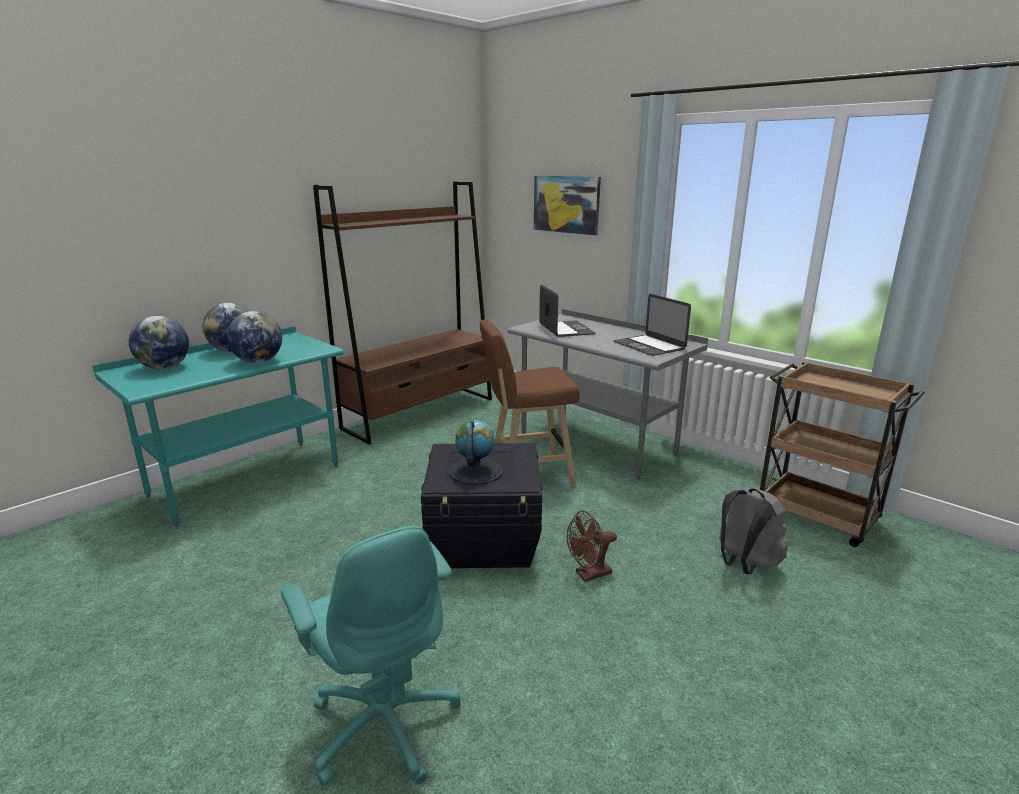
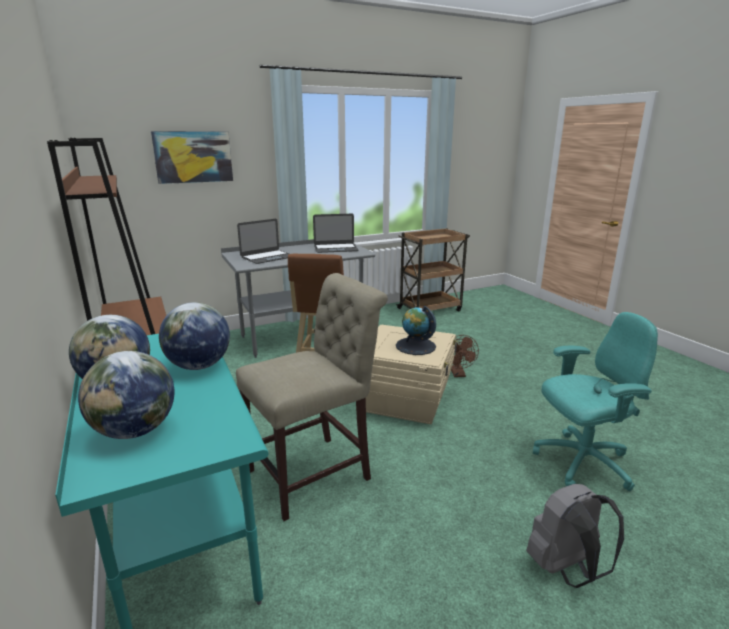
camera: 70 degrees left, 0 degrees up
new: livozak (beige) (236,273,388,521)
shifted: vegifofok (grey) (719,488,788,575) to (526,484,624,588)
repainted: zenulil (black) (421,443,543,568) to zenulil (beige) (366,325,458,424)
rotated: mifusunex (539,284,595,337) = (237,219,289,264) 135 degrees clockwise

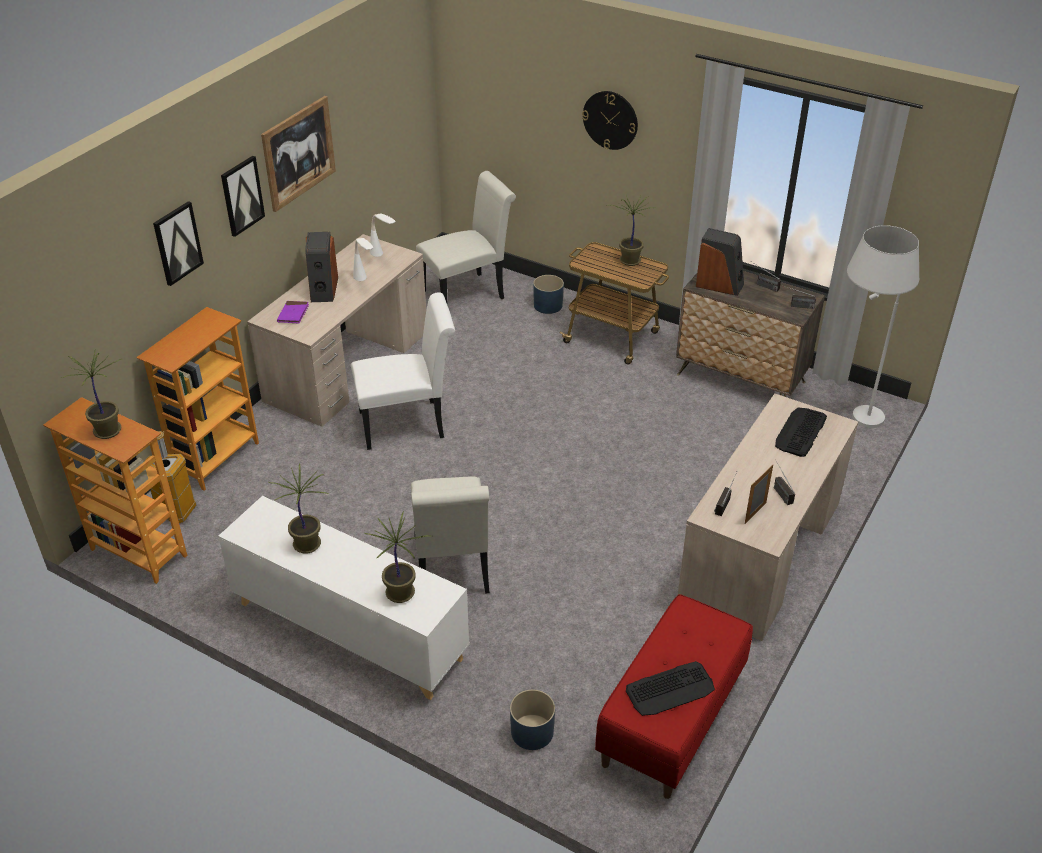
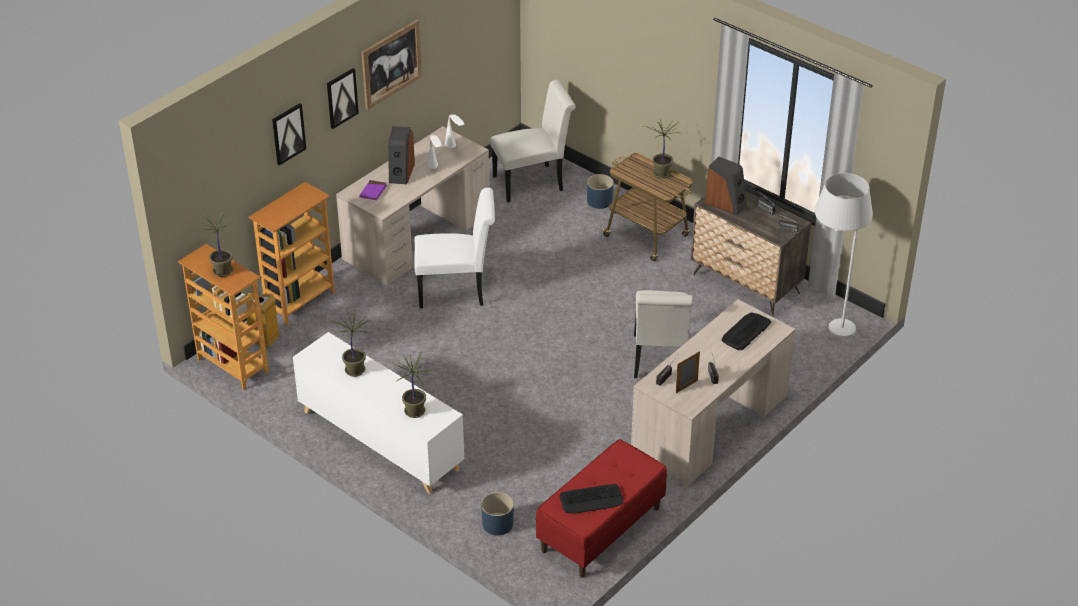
camera: 10 degrees right, 0 degrees up
gone: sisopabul (582,91,638,150)
shifted: livozak (white) (411,477,490,594) to (634,290,693,378)

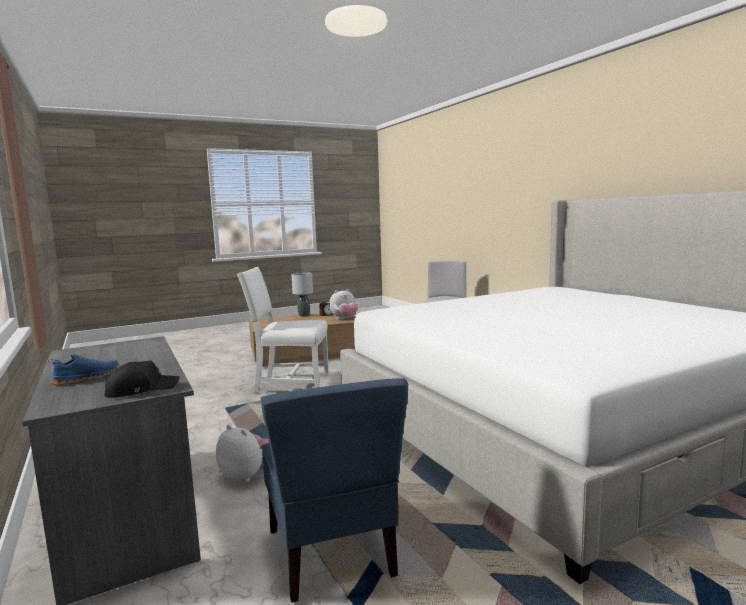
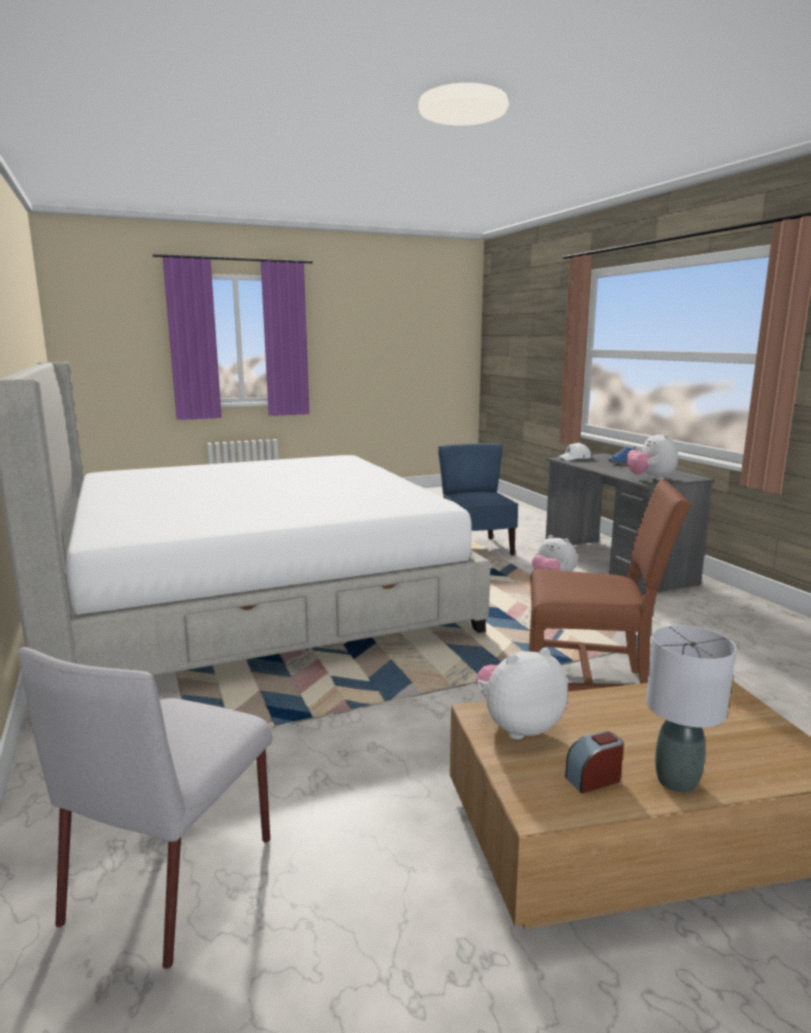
camera: 175 degrees left, 5 degrees up
new: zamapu (626,432,678,480)
repainted: livozak (white) (237,267,329,394) to livozak (brown) (529,479,691,691); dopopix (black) (104,361,180,398) to dopopix (white) (558,443,591,461)

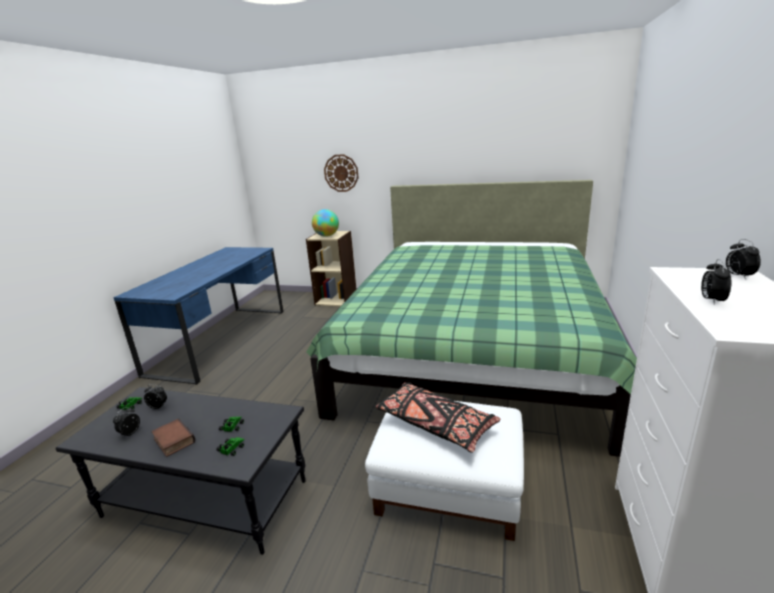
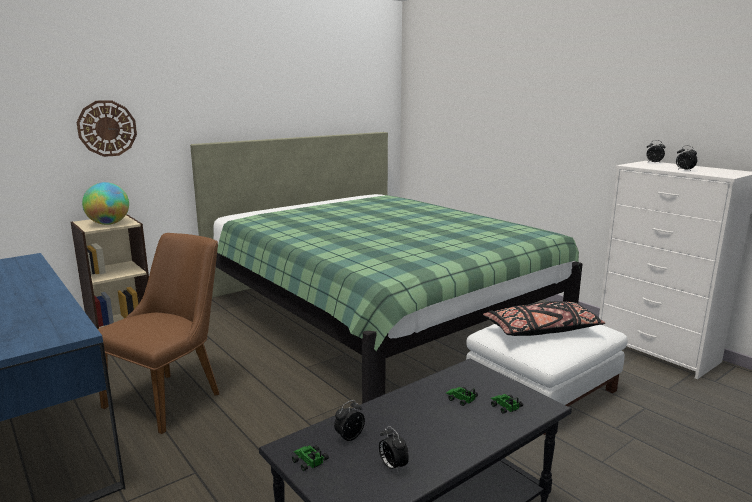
camera: 55 degrees left, 5 degrees down
gone: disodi (151,418,195,457)
new: livozak (brown) (98,233,219,434)

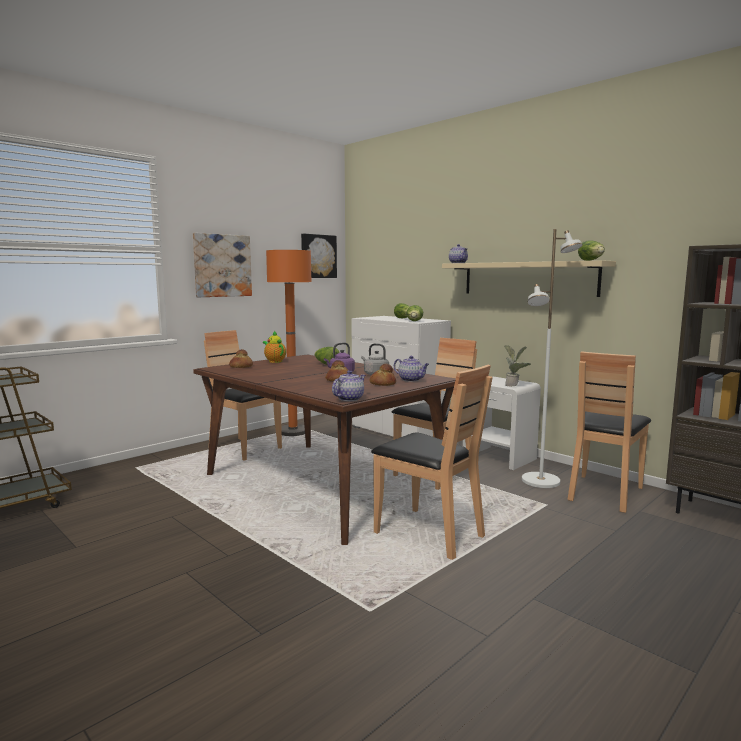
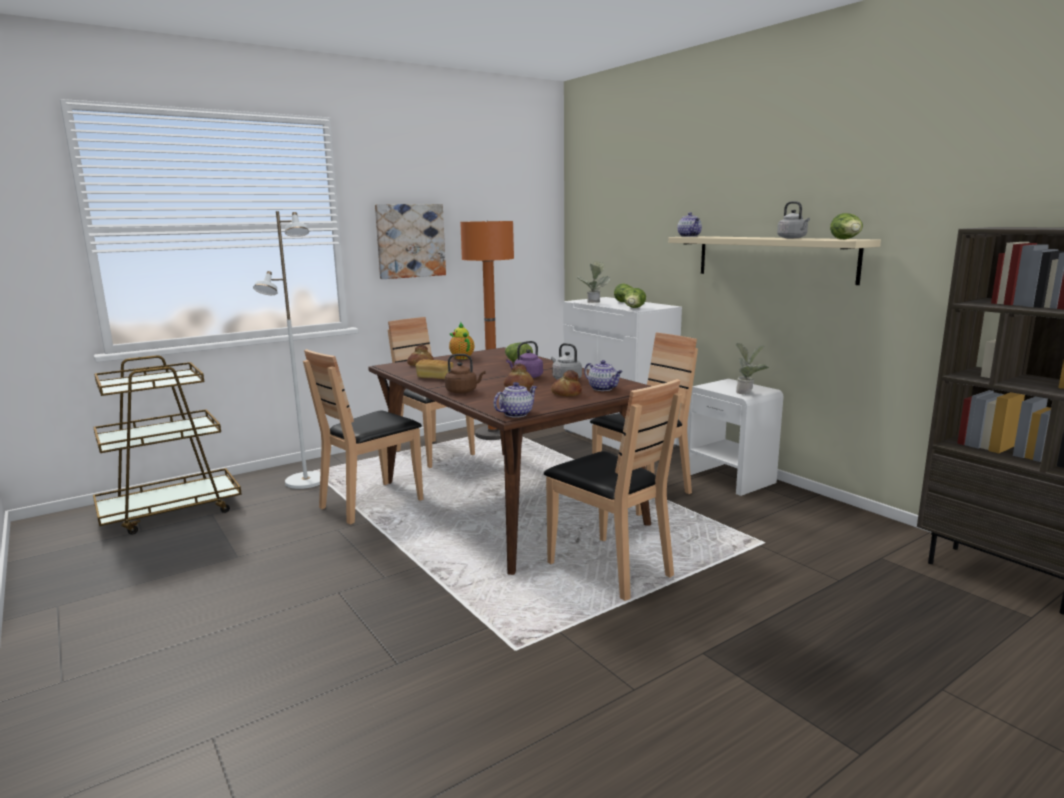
camera: 10 degrees right, 5 degrees up
gone: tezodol (301,234,337,278)
new: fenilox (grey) (777,201,810,238); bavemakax (577,261,610,303); fenilox (brown) (445,354,485,394); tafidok (416,359,453,379)
shifted: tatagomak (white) (522,229,583,488) to (253,211,320,489); livozak (brown) (567,351,651,513) to (303,349,423,525)

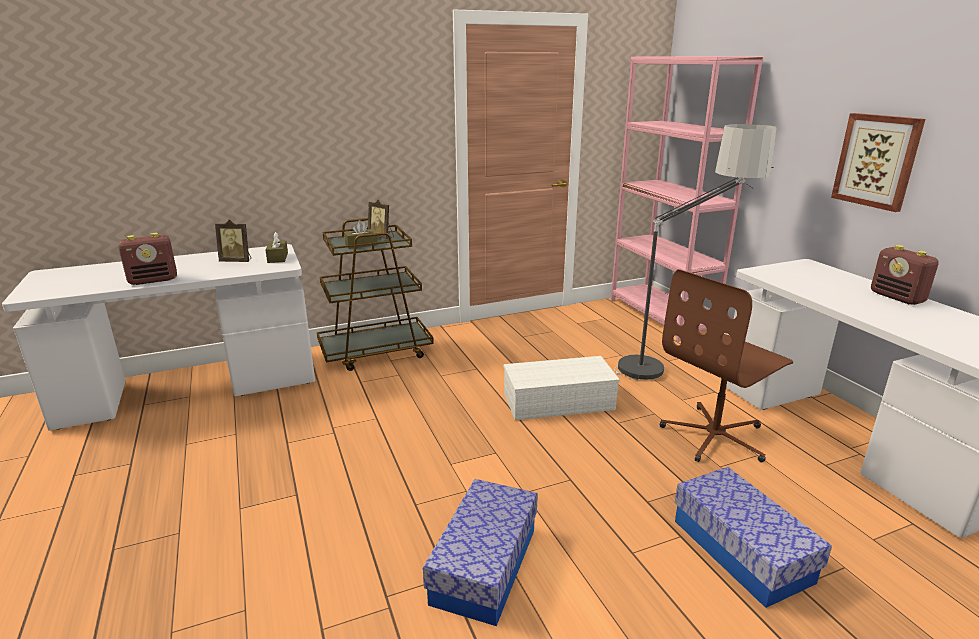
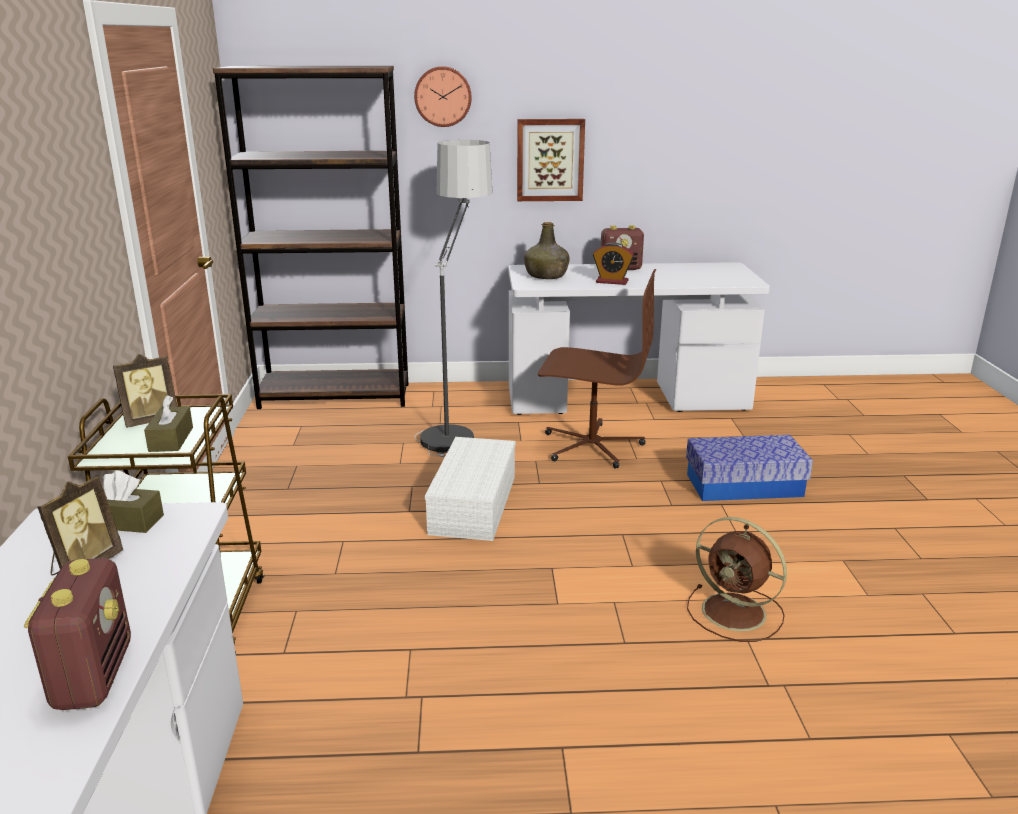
camera: 70 degrees left, 0 degrees up
new: sisopabul (414,66,472,127); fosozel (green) (524,222,570,279); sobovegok (593,242,634,285)
swapped: zenulil (423,479,538,626) to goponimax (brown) (687,517,787,642)
repainted: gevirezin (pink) (611,56,764,342) to gevirezin (brown) (213,66,408,409)
rotated: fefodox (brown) (660,269,794,462) = (538,269,656,469) 60 degrees counterclockwise

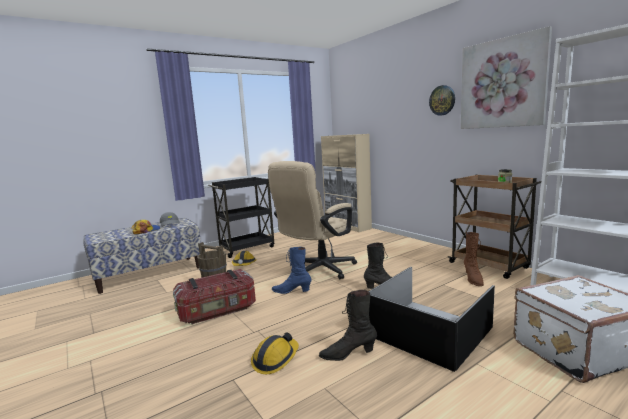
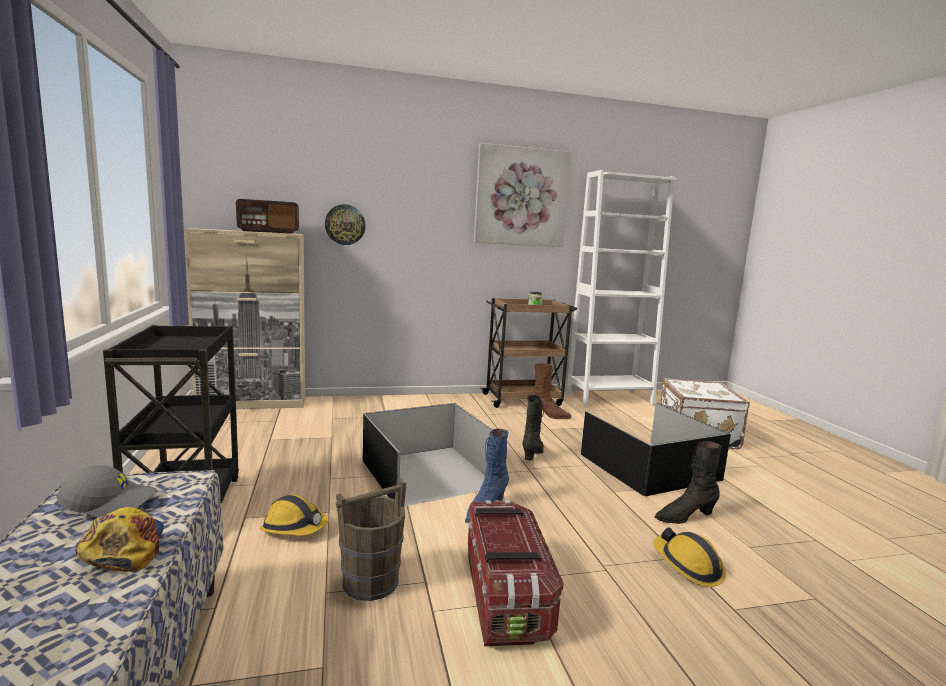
camera: 70 degrees left, 0 degrees up
new: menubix (236,199,299,234)
shifted: sisopabul (429,85,455,116) to (325,204,366,245)
swapped: fefodox (beige) (268,161,357,279) to zenulil (black) (363,403,493,506)
rotated: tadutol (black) (319,290,377,361) = (654,441,722,524) 60 degrees clockwise

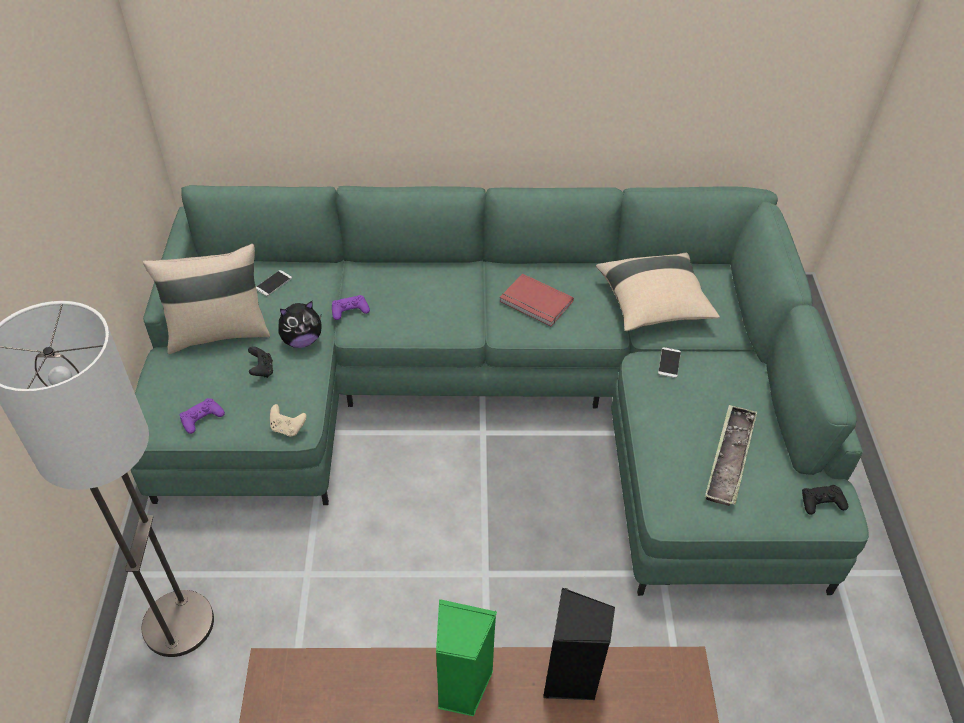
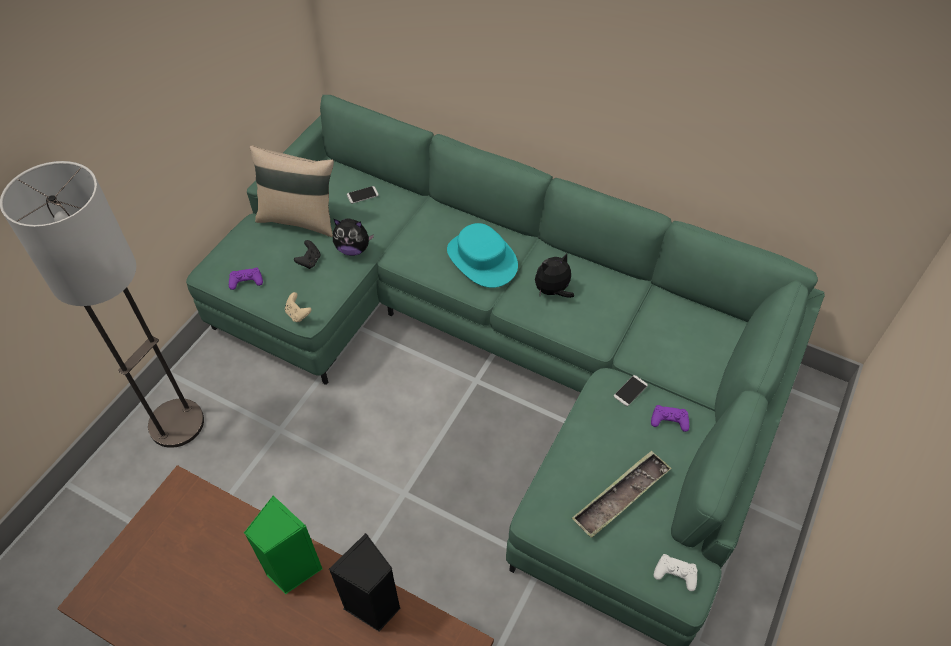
camera: 30 degrees right, 5 degrees up
gone: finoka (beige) (596,253,720,331)
new: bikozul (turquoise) (447,223,518,288)
shifted: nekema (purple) (332,295,370,320) to (651,405,689,432)
swapped: disodi (red) (500,274,574,326) to zamapu (535,253,574,298)
repainted: nekema (black) (802,485,848,514) to nekema (white) (654,554,697,591)

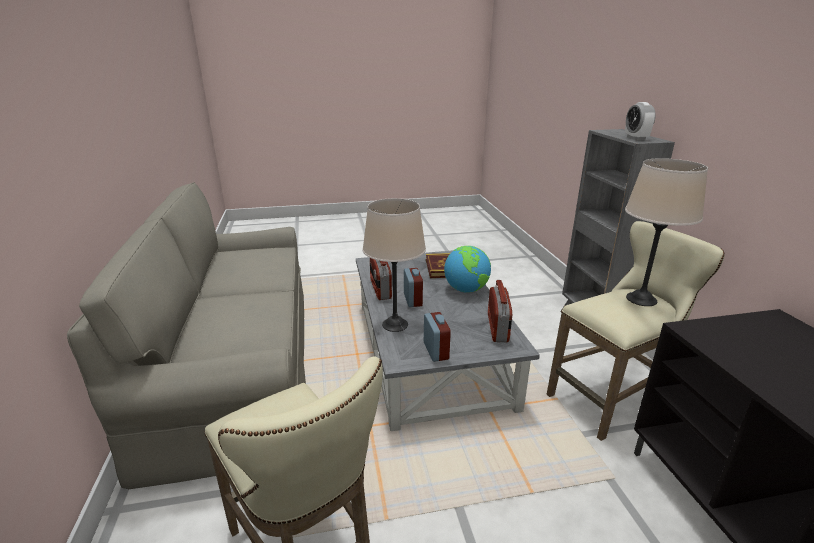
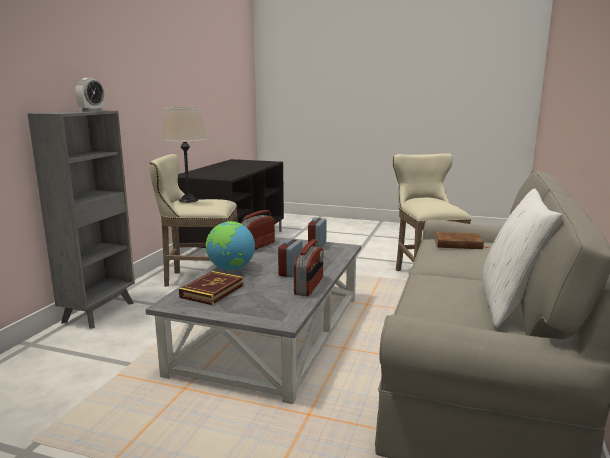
camera: 150 degrees left, 10 degrees down
gone: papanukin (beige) (362,198,426,332)
new: finoka (white) (482,189,562,328); disodi (brown) (434,232,490,249)

